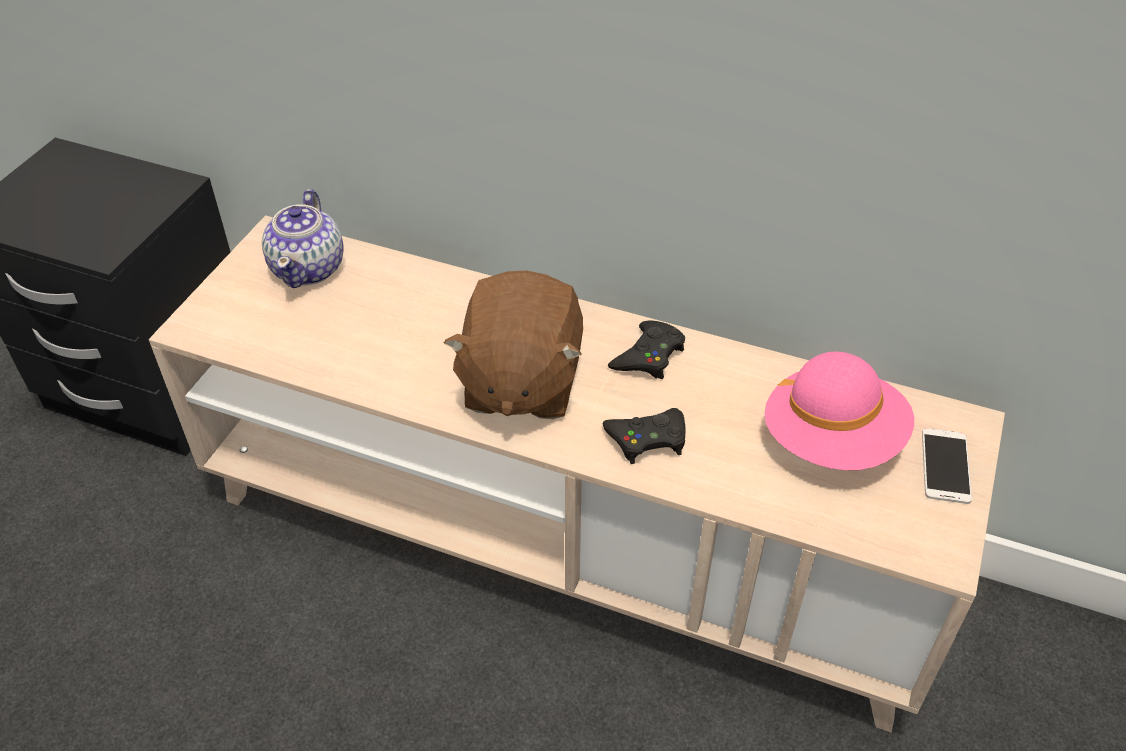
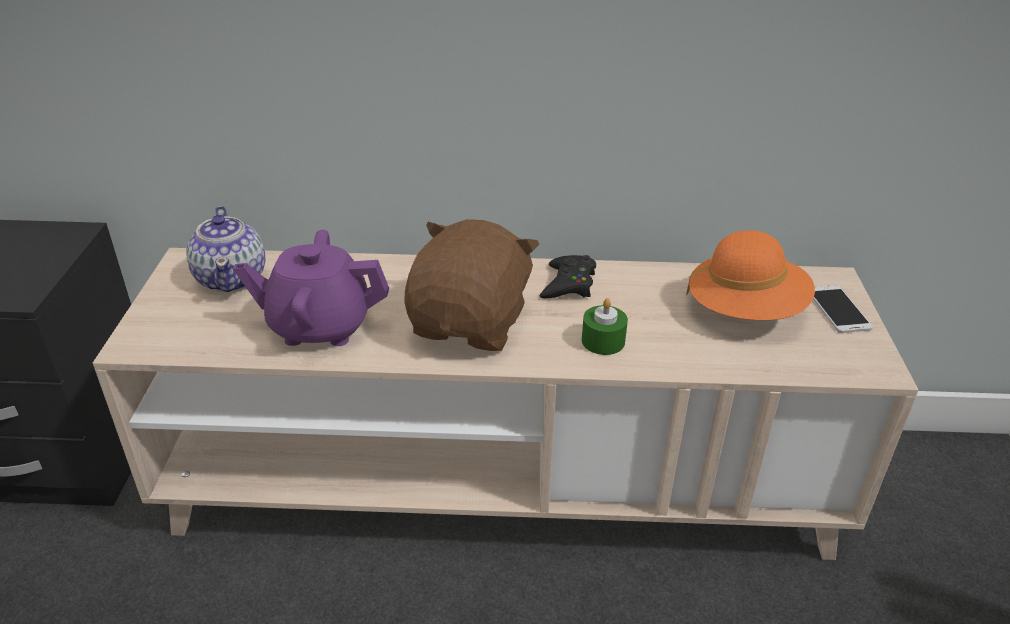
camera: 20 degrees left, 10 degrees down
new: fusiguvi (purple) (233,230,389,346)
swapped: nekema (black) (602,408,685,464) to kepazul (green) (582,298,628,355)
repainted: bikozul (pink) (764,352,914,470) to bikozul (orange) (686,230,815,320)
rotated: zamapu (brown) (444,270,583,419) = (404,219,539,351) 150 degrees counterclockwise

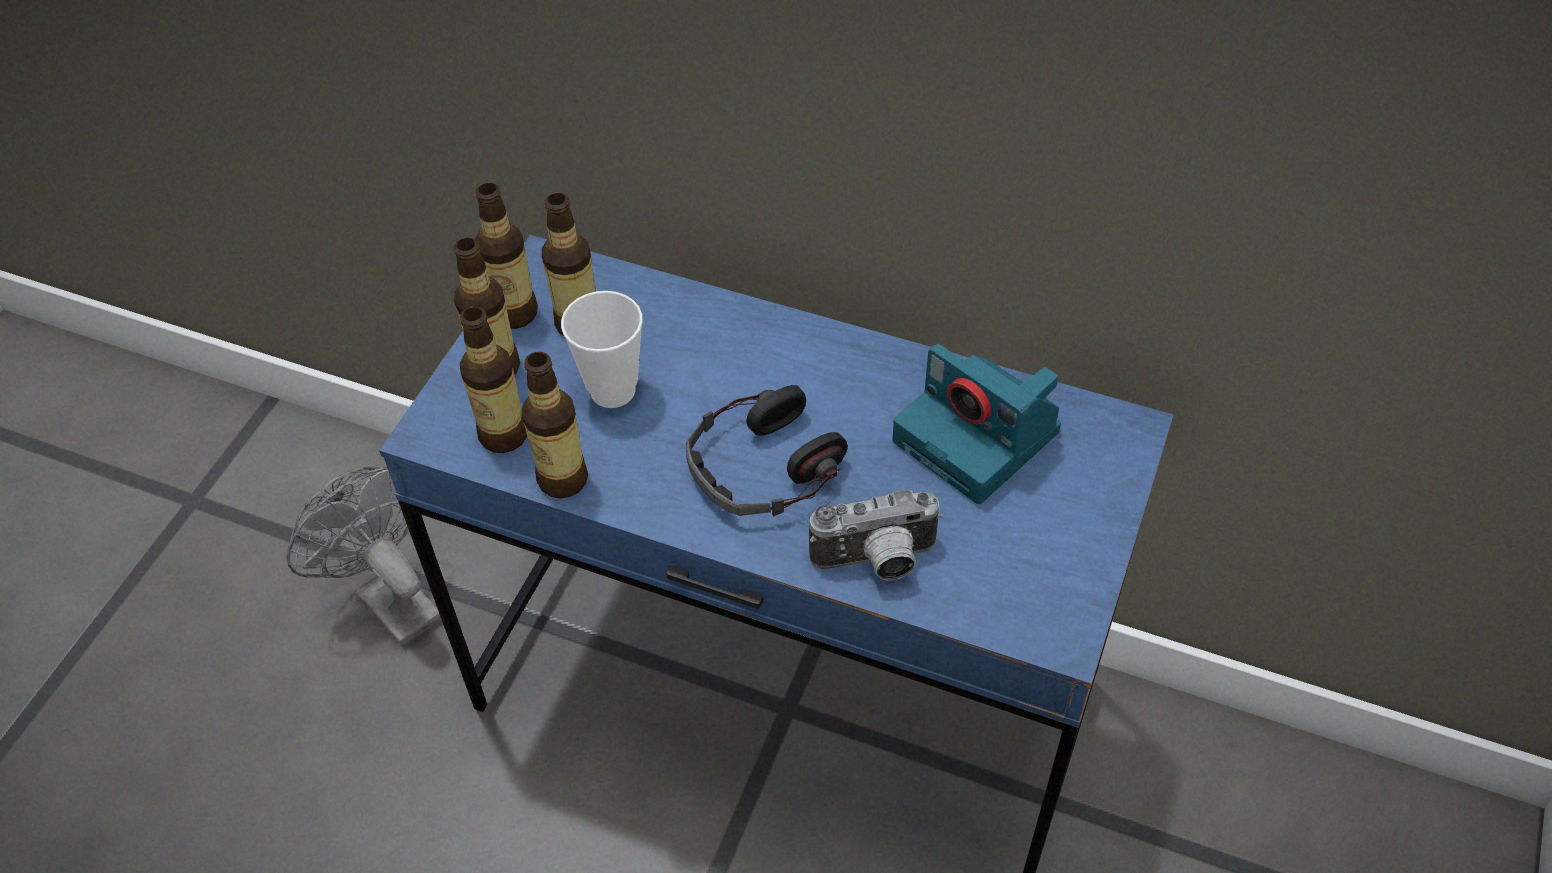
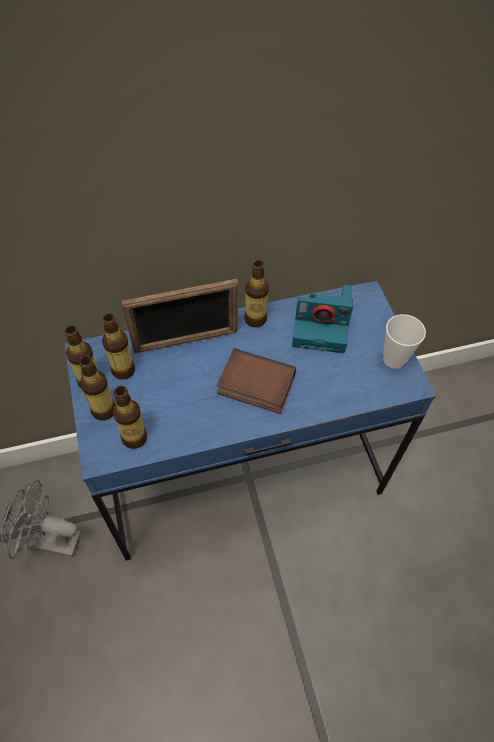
camera: 40 degrees left, 5 degrees up
gone: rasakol (809,490,942,580)
new: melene (122,279,238,353)
shifted: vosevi (561,291,643,408) to (383,314,426,369); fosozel (522,352,588,498) to (244,260,269,327)
swapped: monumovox (686,385,848,517) to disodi (217,348,296,414)

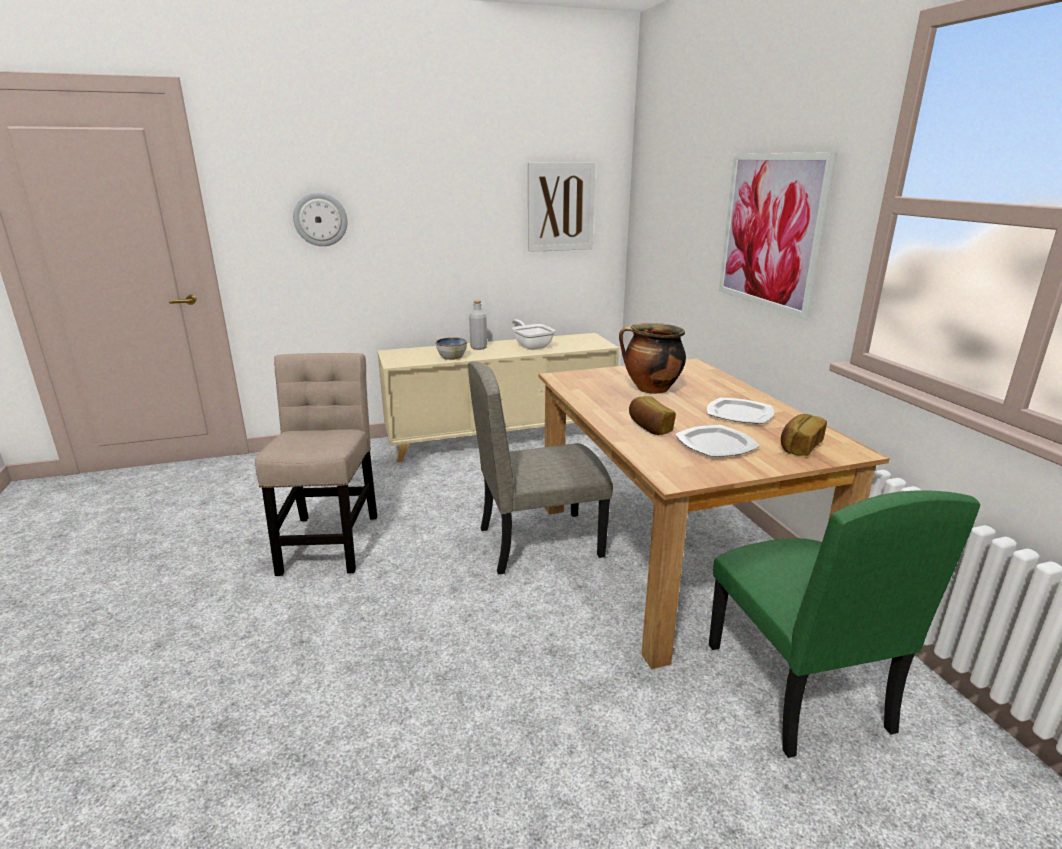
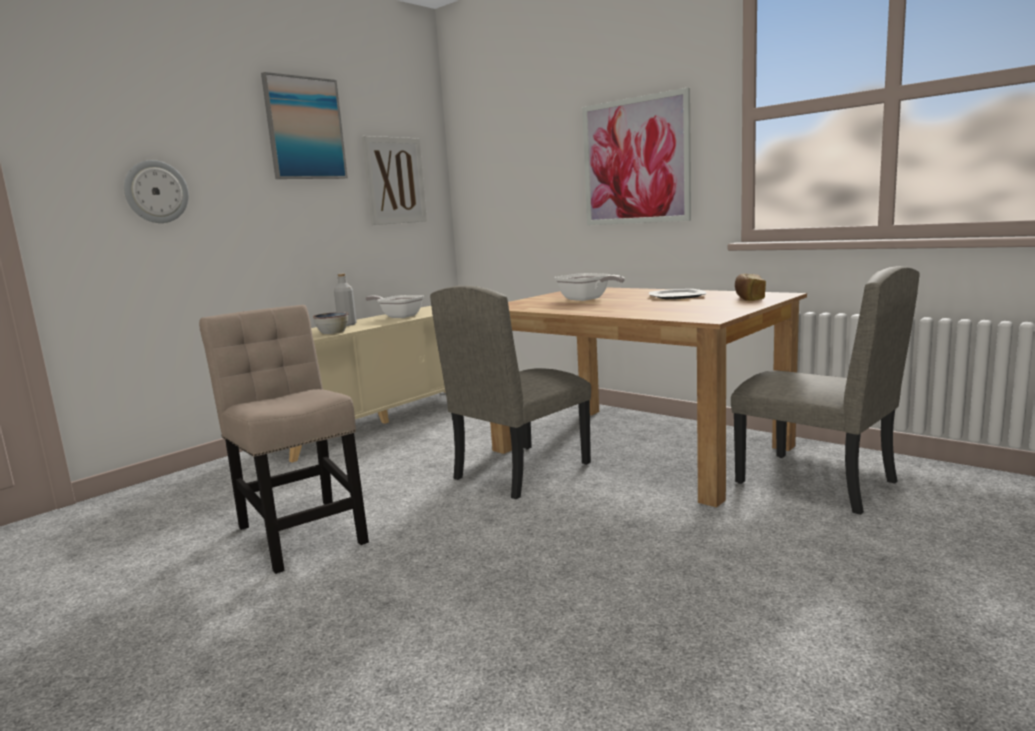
camera: 30 degrees left, 10 degrees down
gone: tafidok (629,396,676,435); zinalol (675,425,760,457)
new: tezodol (261,72,348,179)
swapped: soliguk (619,323,686,394) to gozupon (554,273,625,301)
repainted: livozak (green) (709,490,980,758) to livozak (beige) (731,266,920,515)

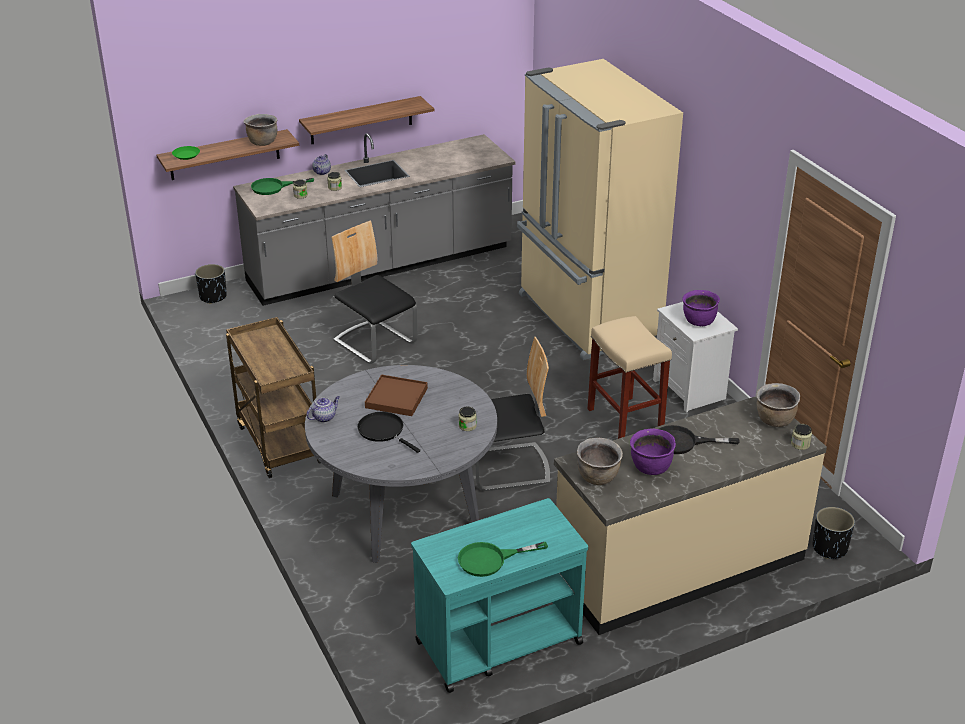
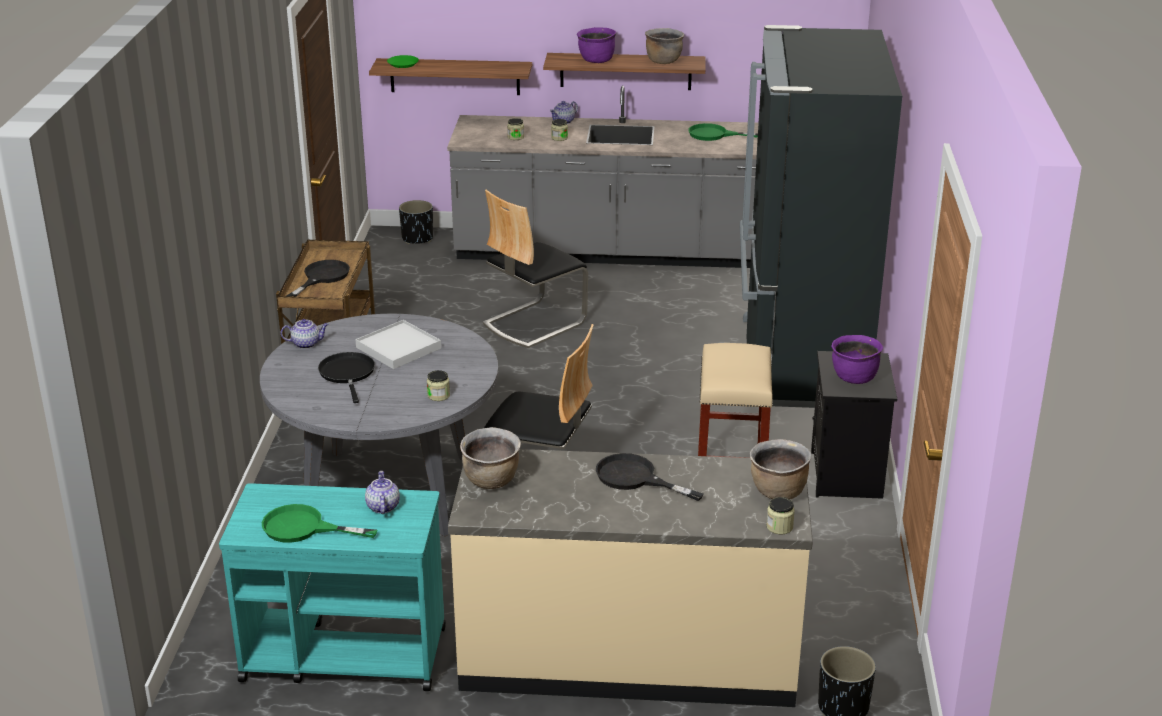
camera: 30 degrees right, 5 degrees down
new: gozupon (black) (287,260,350,297); fusiguvi (365,471,400,514)
shifted: soliguk (brown) (244,114,277,146) to (645,28,684,64); gozupon (green) (251,178,314,195) to (688,123,758,141); soliguk (purple) (630,428,676,475) to (577,27,616,63)
repainted: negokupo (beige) (517,59,683,360) to negokupo (black) (740,25,902,408); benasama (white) (653,302,738,413) to benasama (black) (811,351,897,499); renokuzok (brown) (365,375,428,416) to renokuzok (white) (355,320,441,369)
rotated: livozak (331,220,417,364) = (483,190,588,348) 120 degrees counterclockwise

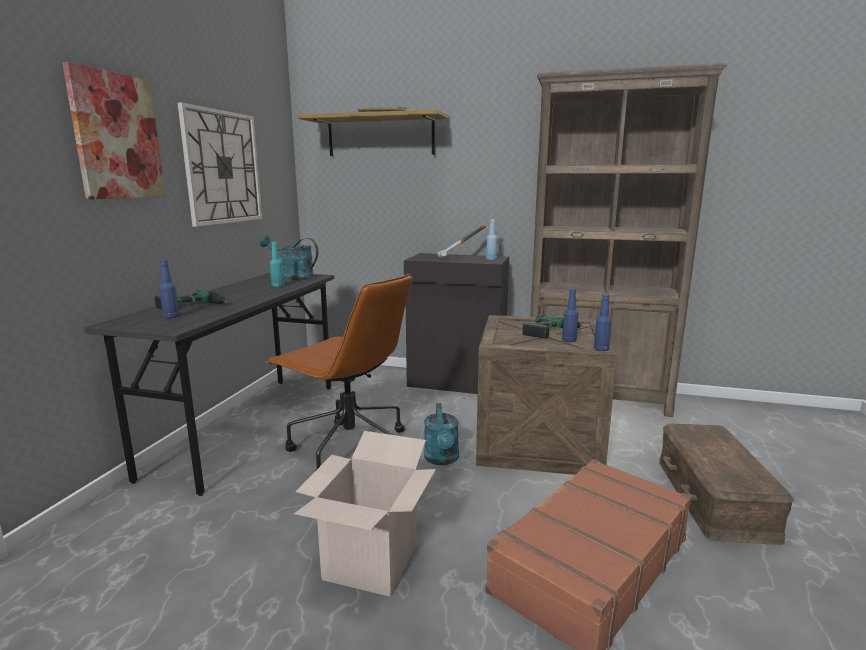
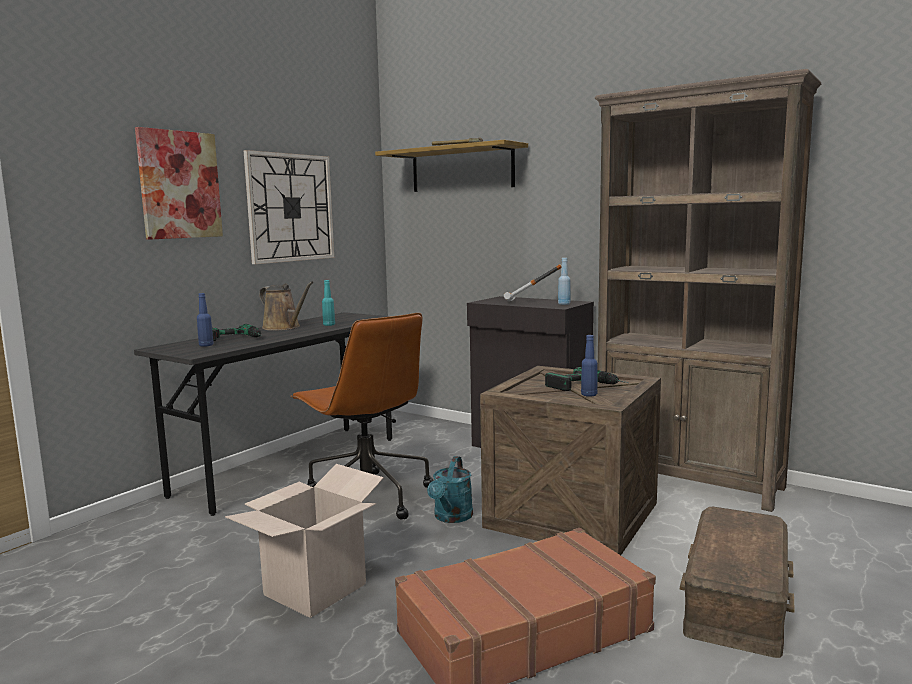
camera: 20 degrees right, 5 degrees down
gone: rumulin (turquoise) (260,236,318,280); fosozel (blue) (594,294,611,351)
new: rumulin (brown) (259,282,314,330)

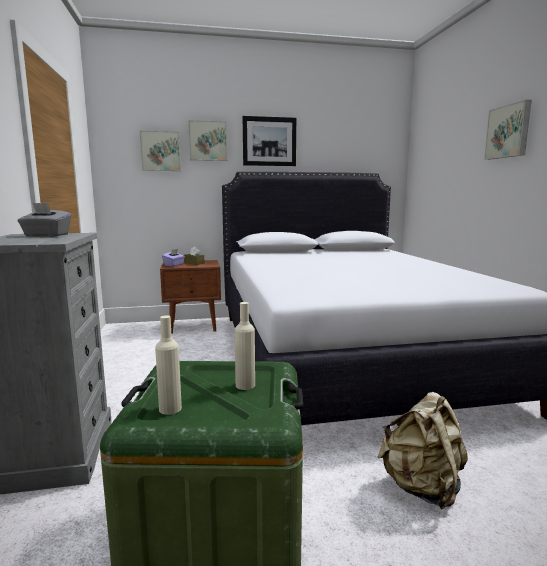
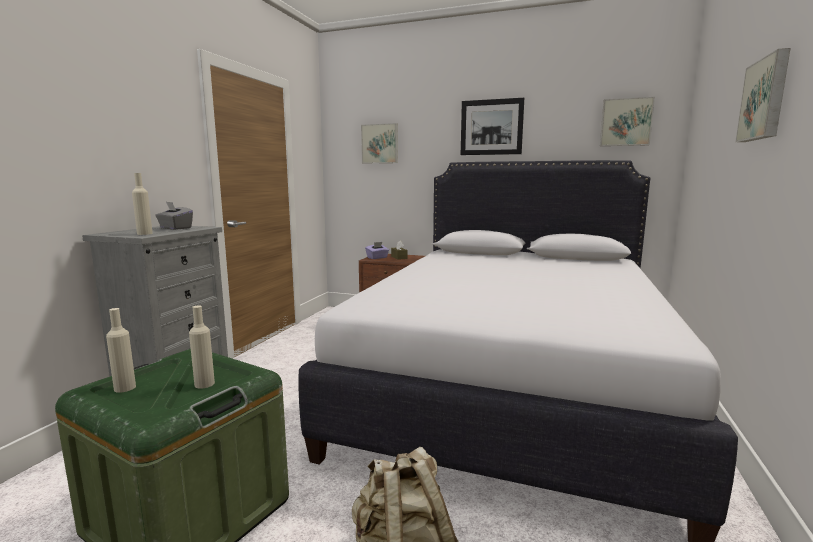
camera: 30 degrees right, 0 degrees up
new: fosozel (beige) (132,173,153,235)
shifted: tezodol (188,120,227,161) to (600,97,655,146)

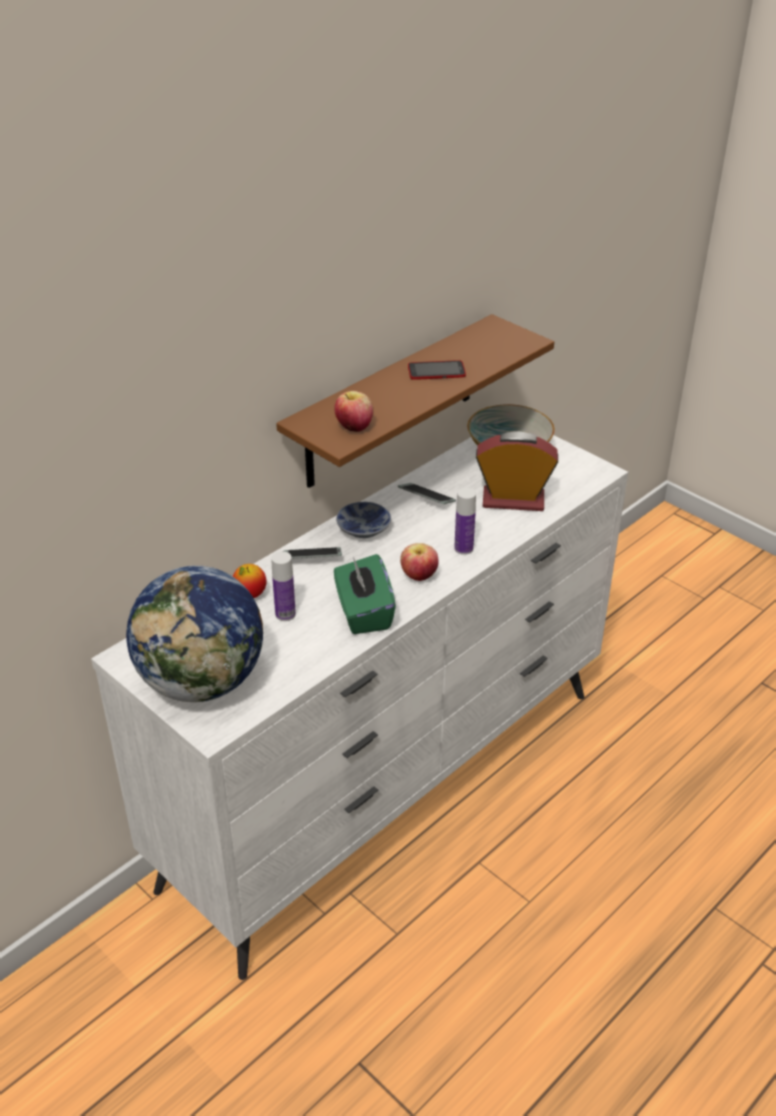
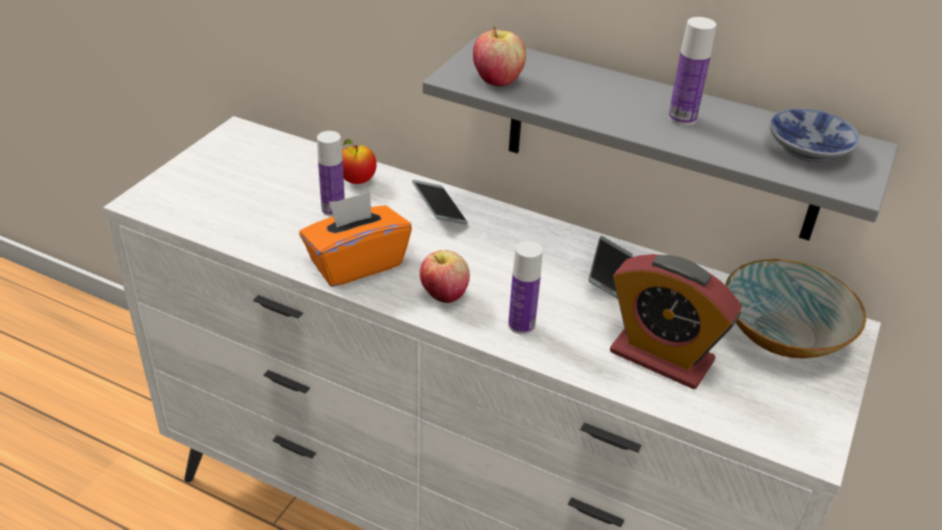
camera: 70 degrees right, 0 degrees up
gone: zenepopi (126,566,263,702)
shifted: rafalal (336,502,391,538) to (769,108,859,162)
swapped: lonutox (408,360,466,380) to fosozel (668,17,716,126)
repainted: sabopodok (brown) (276,314,554,488) to sabopodok (grey) (423,36,898,241); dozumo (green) (334,554,396,634) to dozumo (orange) (299,192,412,287)
rotated: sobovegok (476,431,558,511) = (610,254,742,389) 135 degrees clockwise

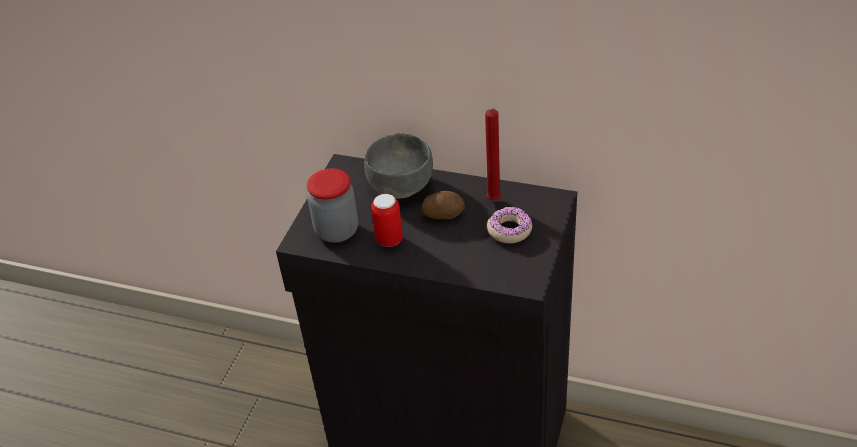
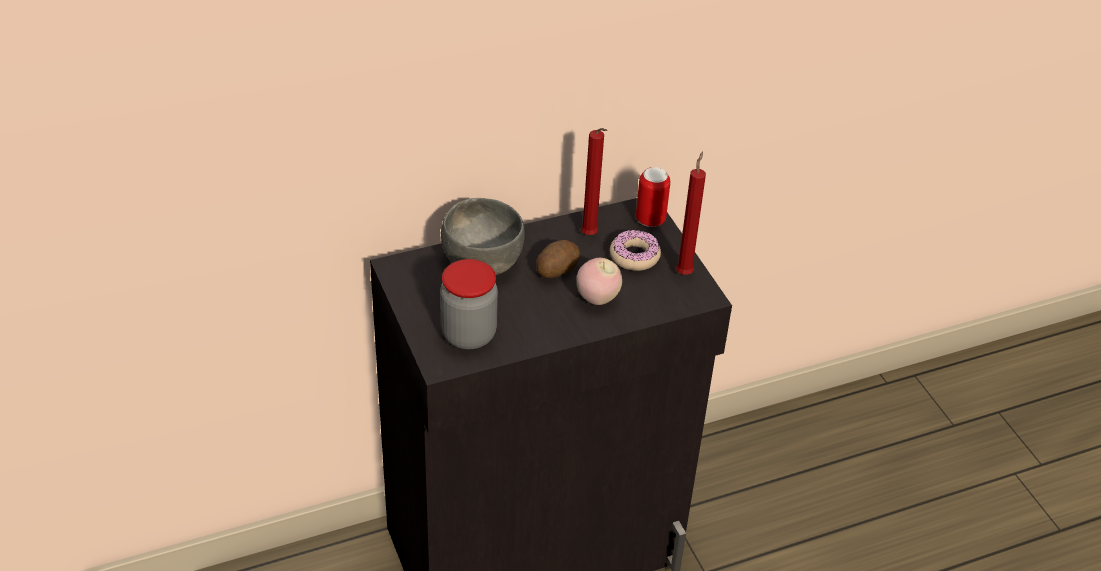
camera: 45 degrees left, 0 degrees up
new: kepazul (red) (676,151,706,275); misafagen (577,258,622,305)
shifted: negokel (371,194,403,247) to (636,167,670,227)

